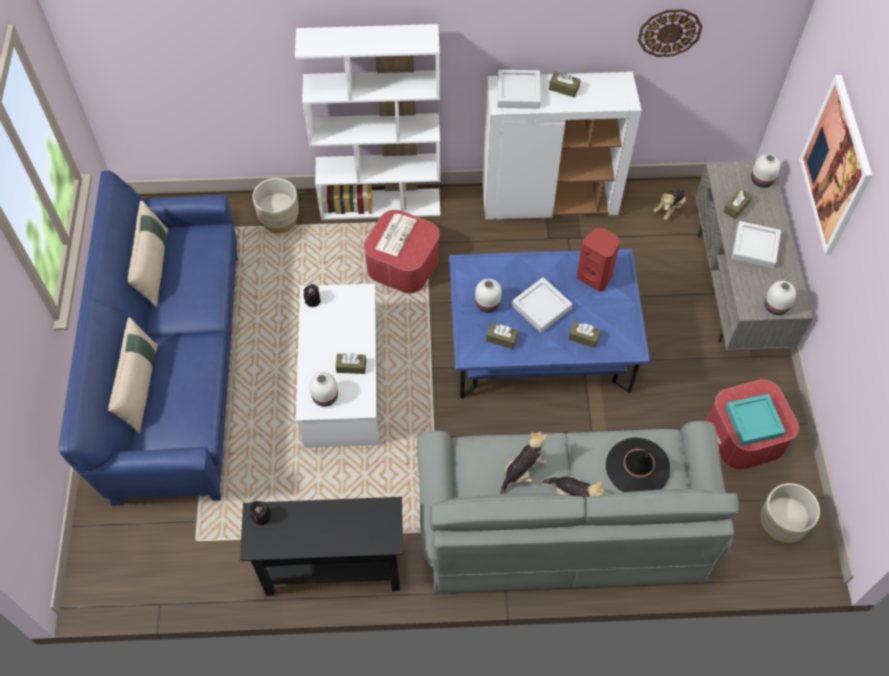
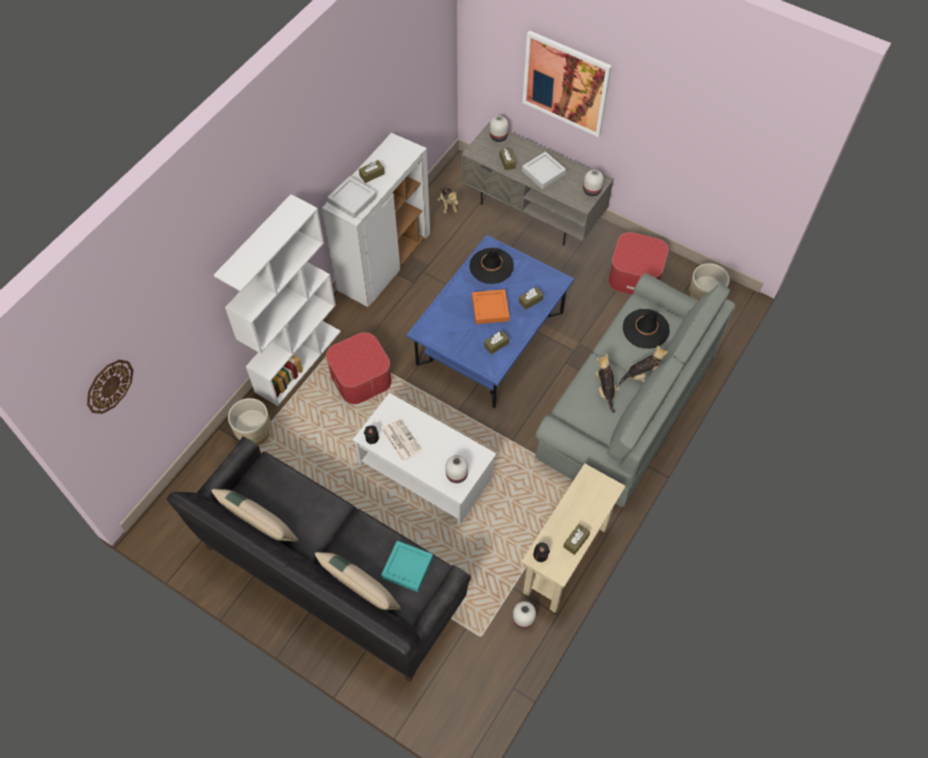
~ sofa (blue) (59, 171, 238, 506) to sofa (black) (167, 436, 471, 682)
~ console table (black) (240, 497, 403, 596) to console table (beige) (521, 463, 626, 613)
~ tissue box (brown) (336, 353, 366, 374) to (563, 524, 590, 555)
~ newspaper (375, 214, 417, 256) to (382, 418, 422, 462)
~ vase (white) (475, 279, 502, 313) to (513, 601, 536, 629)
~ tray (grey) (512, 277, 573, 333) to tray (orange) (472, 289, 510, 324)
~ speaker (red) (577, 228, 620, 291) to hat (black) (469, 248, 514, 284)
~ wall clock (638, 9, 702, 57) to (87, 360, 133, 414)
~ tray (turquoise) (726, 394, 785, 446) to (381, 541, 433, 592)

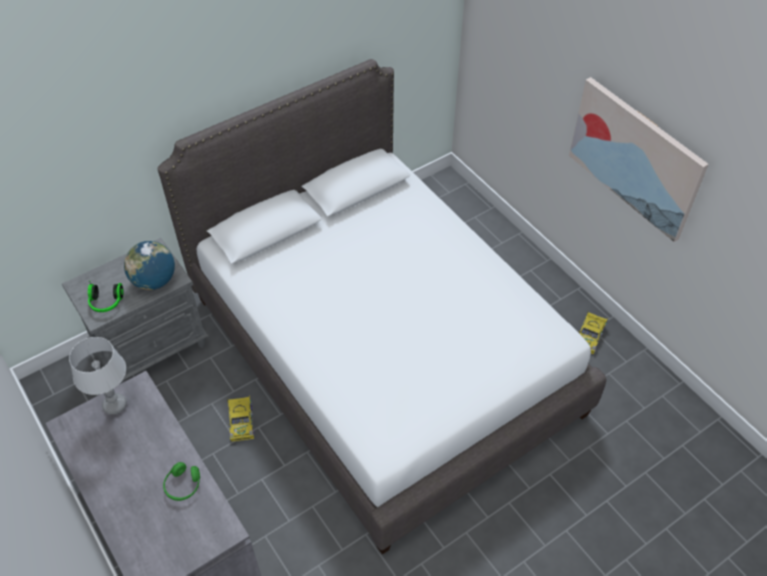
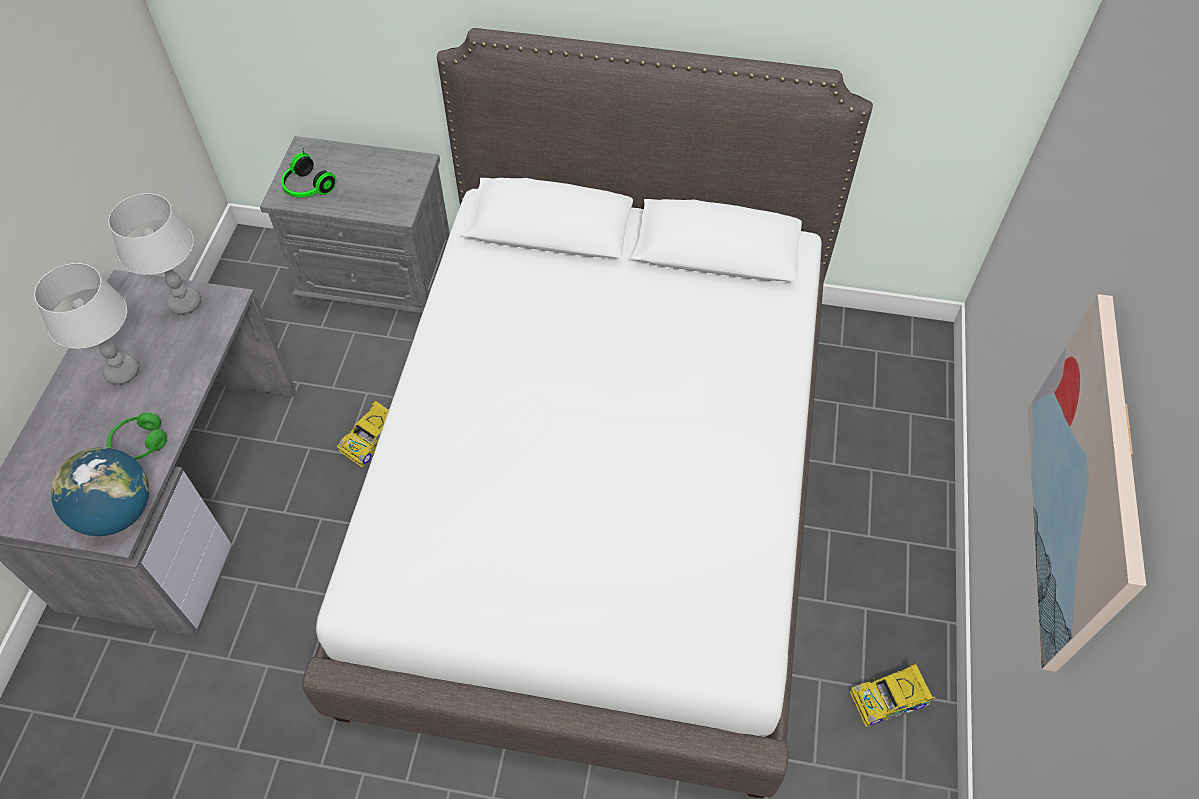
~ globe (124, 241, 175, 290) to (51, 447, 149, 536)
+ table lamp (grey) (34, 263, 139, 385)

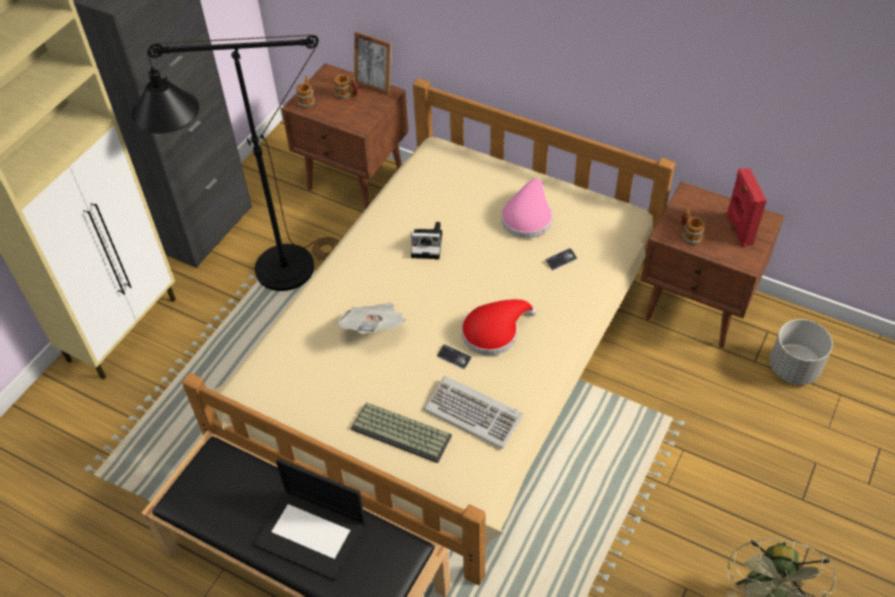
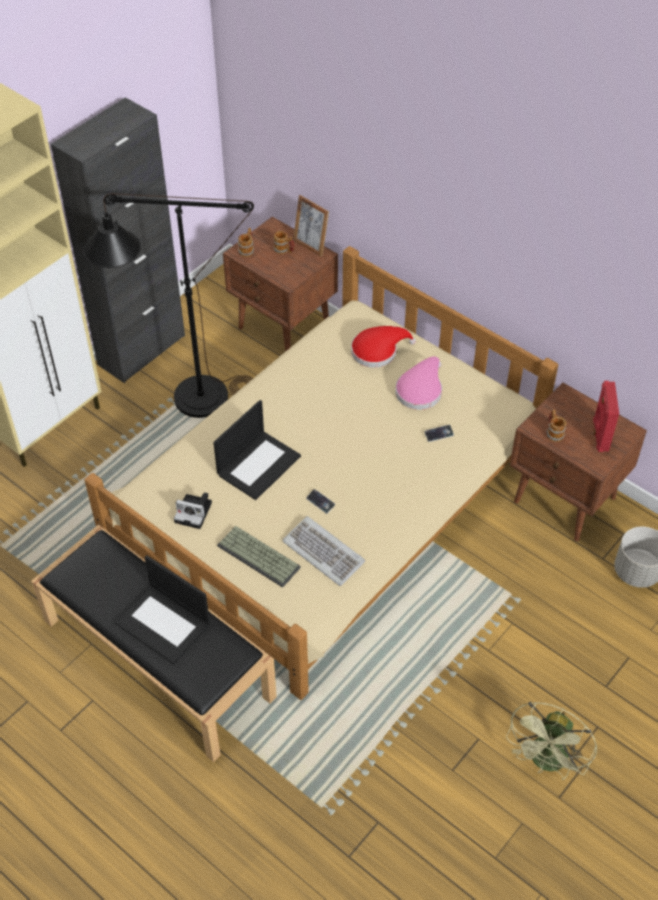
~ newspaper (337, 302, 406, 334) to laptop (213, 400, 301, 500)
~ photo camera (411, 222, 442, 259) to (174, 492, 212, 529)
~ hat (red) (462, 299, 537, 356) to (351, 326, 416, 368)

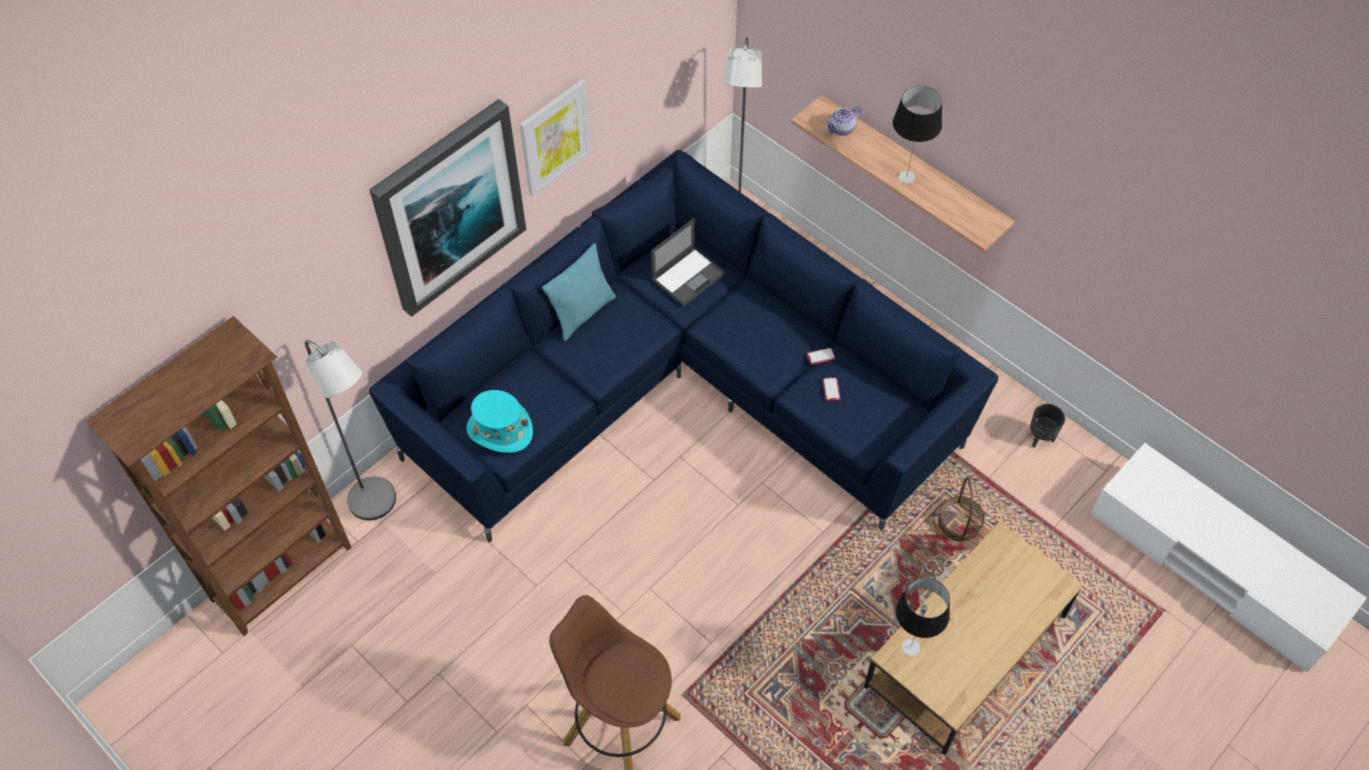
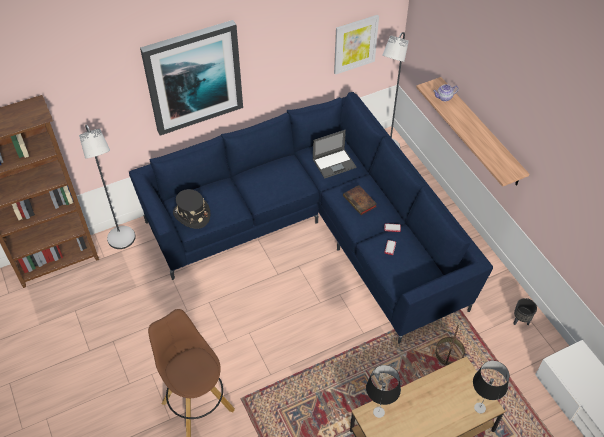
~ hat (turquoise) (467, 390, 533, 453) to hat (black) (173, 189, 211, 229)
~ picture (520, 79, 591, 197) to (334, 15, 379, 75)
- pillow (turquoise) (542, 243, 616, 341)
~ table lamp (893, 86, 942, 184) to (473, 361, 509, 413)
+ book (343, 185, 377, 215)

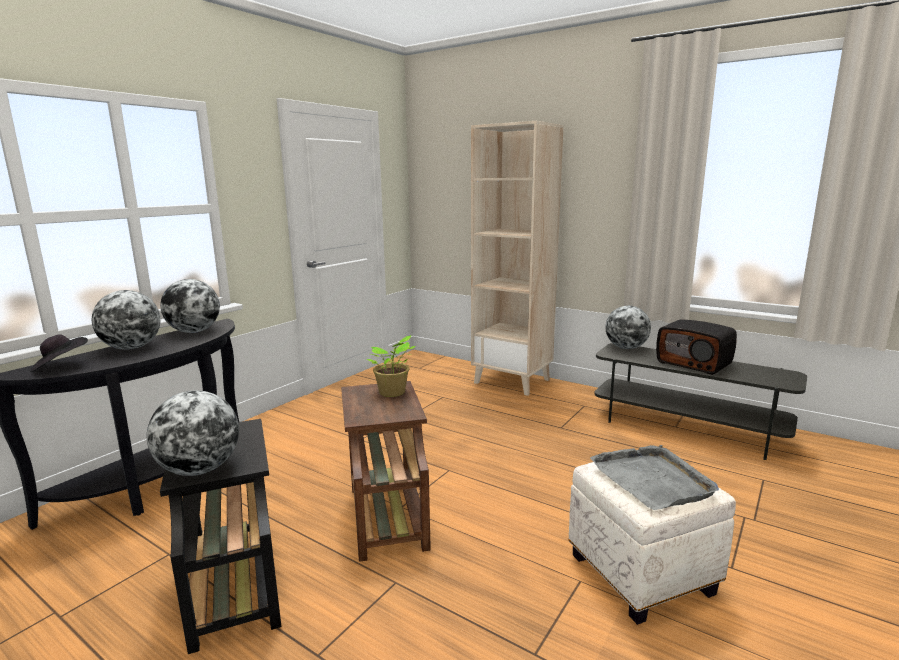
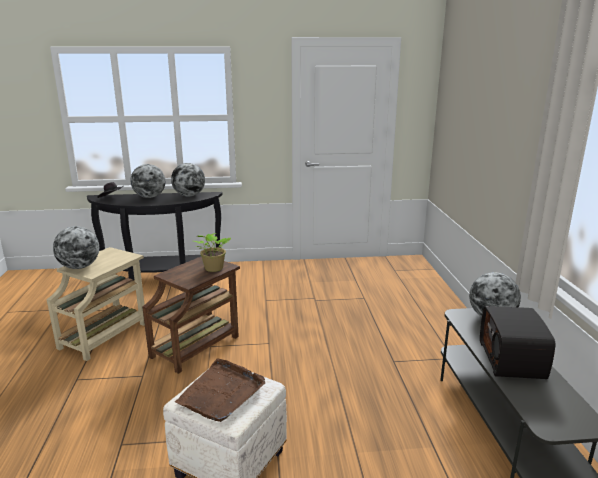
~ side table (black) (160, 419, 281, 654) to side table (beige) (47, 247, 145, 361)
- bookcase (beige) (471, 121, 564, 396)
~ tray (grey) (590, 445, 719, 510) to tray (brown) (175, 358, 265, 422)

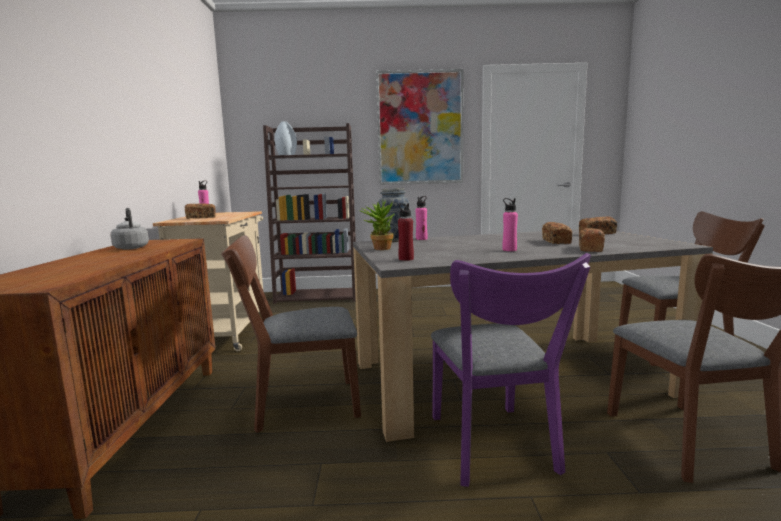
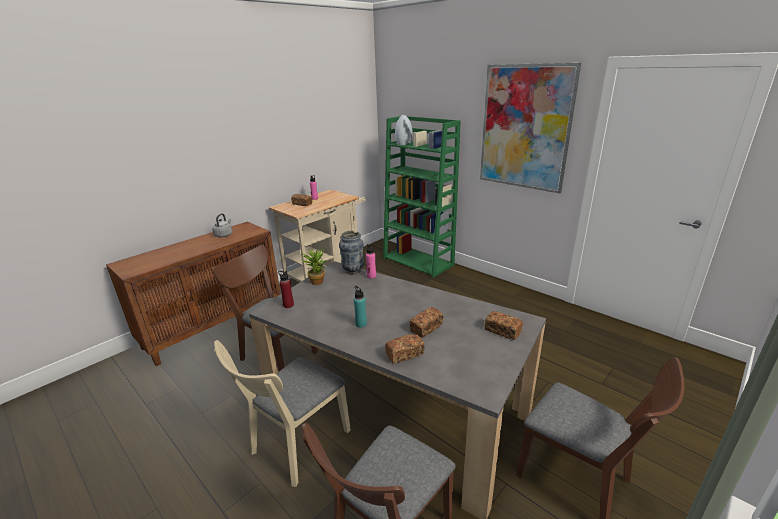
~ bookcase (brown) (263, 123, 356, 304) to bookcase (green) (383, 116, 461, 278)
~ chair (purple) (431, 253, 591, 487) to chair (beige) (214, 340, 351, 487)
~ bottle (pink) (502, 198, 518, 251) to bottle (turquoise) (354, 286, 367, 328)

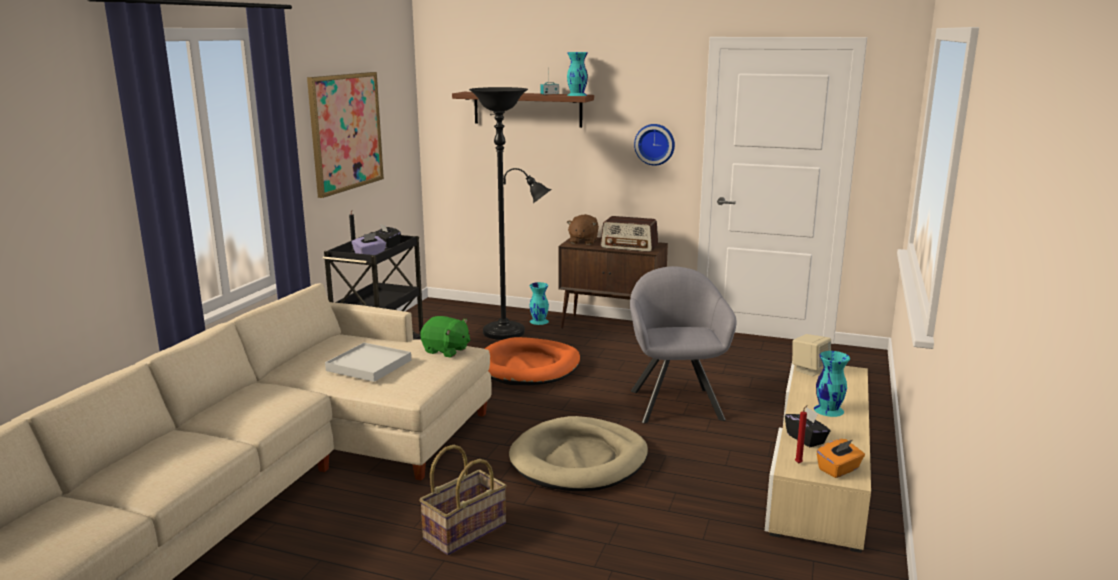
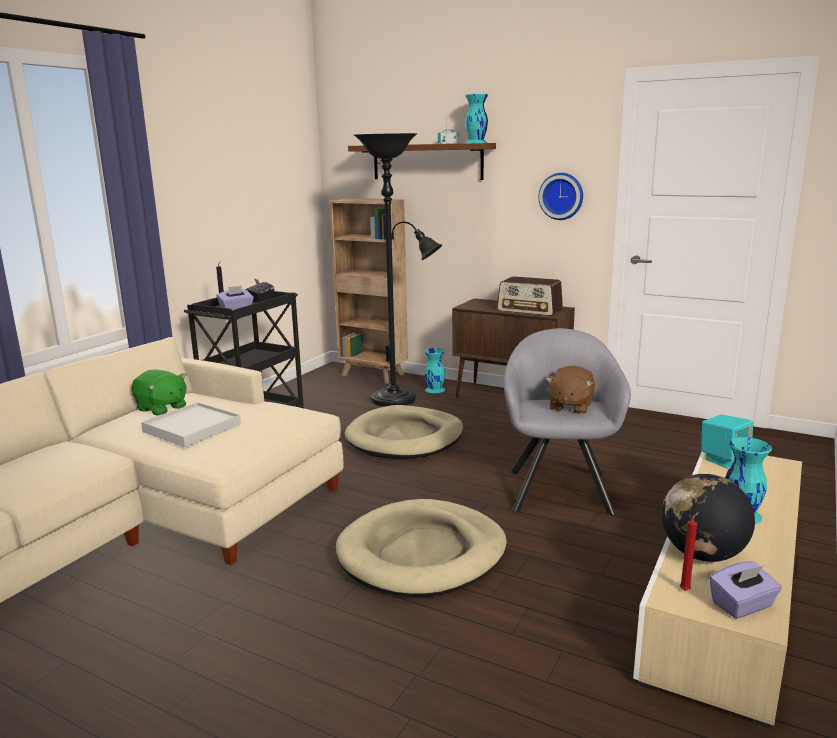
- picture (307, 72, 384, 198)
- basket (419, 445, 507, 555)
~ plush toy (green) (420, 316, 470, 357) to (131, 370, 187, 416)
~ dog bed (orange) (485, 337, 580, 385) to dog bed (beige) (345, 405, 463, 459)
~ plush toy (brown) (567, 214, 599, 245) to (545, 366, 595, 414)
~ tissue box (black) (785, 407, 831, 447) to globe (662, 474, 755, 562)
~ speaker (beige) (792, 334, 831, 376) to speaker (turquoise) (701, 414, 753, 468)
~ tissue box (orange) (817, 439, 865, 478) to tissue box (purple) (709, 561, 782, 619)
+ bookcase (brown) (329, 198, 408, 384)

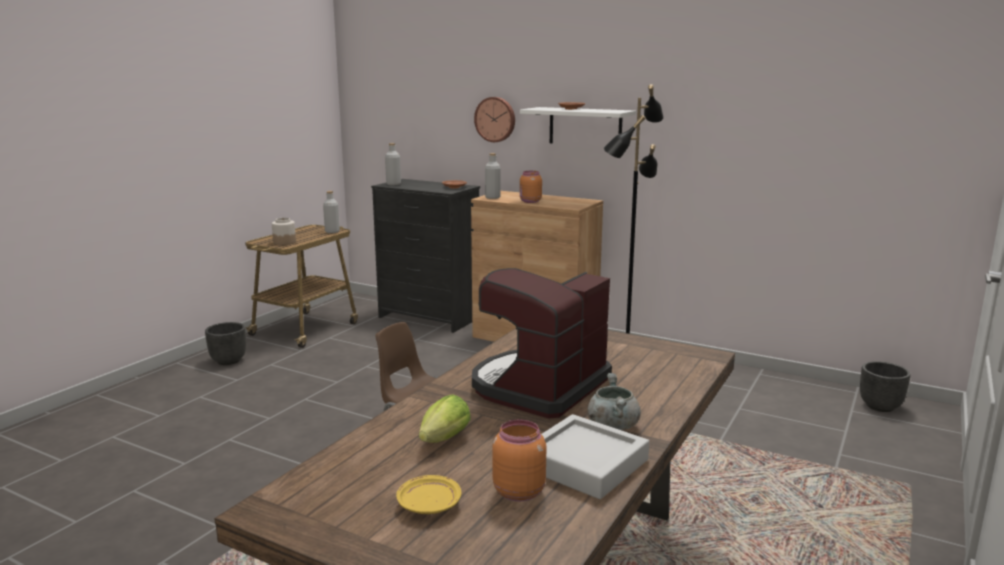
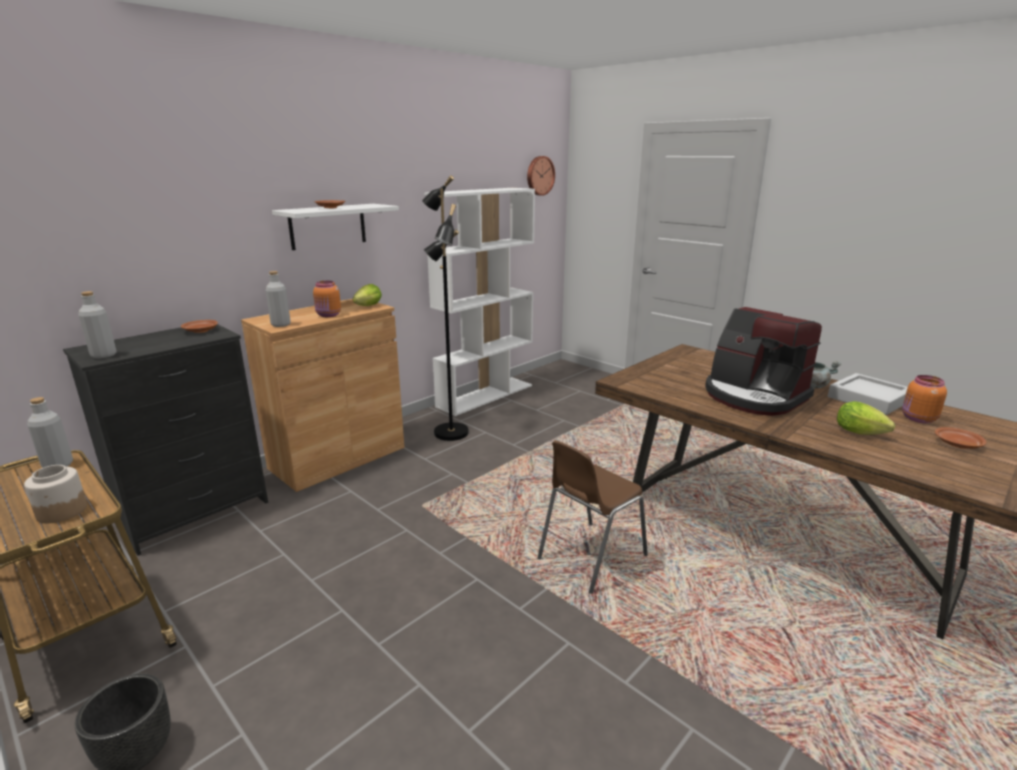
~ plate (yellow) (396, 475, 462, 514) to plate (brown) (935, 427, 986, 449)
~ wall clock (474, 97, 515, 142) to (527, 156, 555, 196)
- planter (black) (860, 361, 911, 412)
+ lettuce (352, 284, 382, 306)
+ bookcase (white) (424, 188, 535, 416)

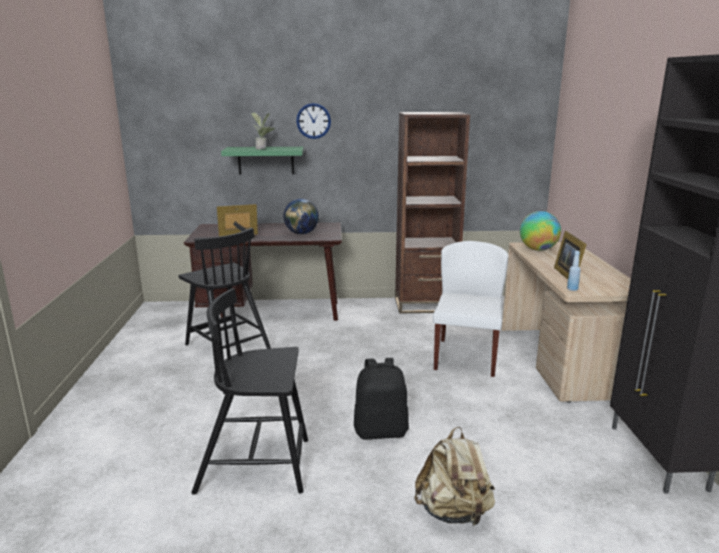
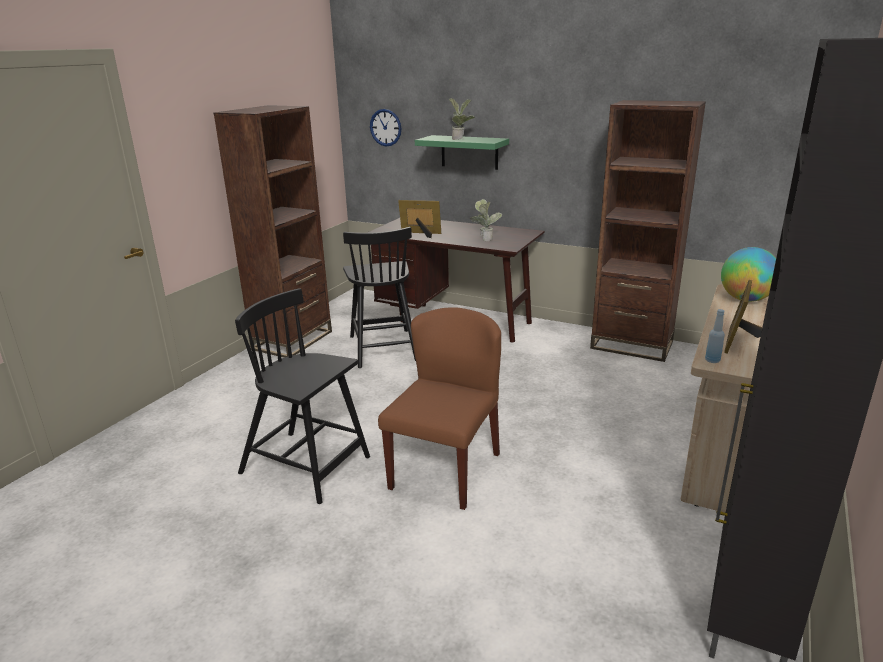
~ globe (284, 199, 319, 234) to potted plant (470, 199, 502, 241)
~ wall clock (296, 103, 331, 139) to (370, 109, 401, 146)
~ backpack (black) (354, 358, 409, 440) to chair (brown) (378, 307, 501, 510)
- backpack (beige) (414, 427, 495, 526)
- chair (white) (433, 241, 509, 377)
+ bookcase (brown) (213, 105, 332, 358)

